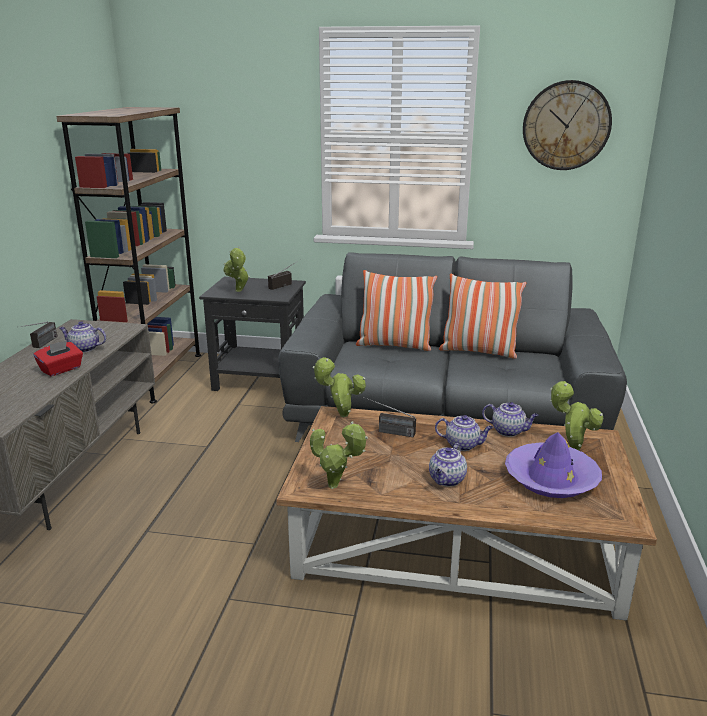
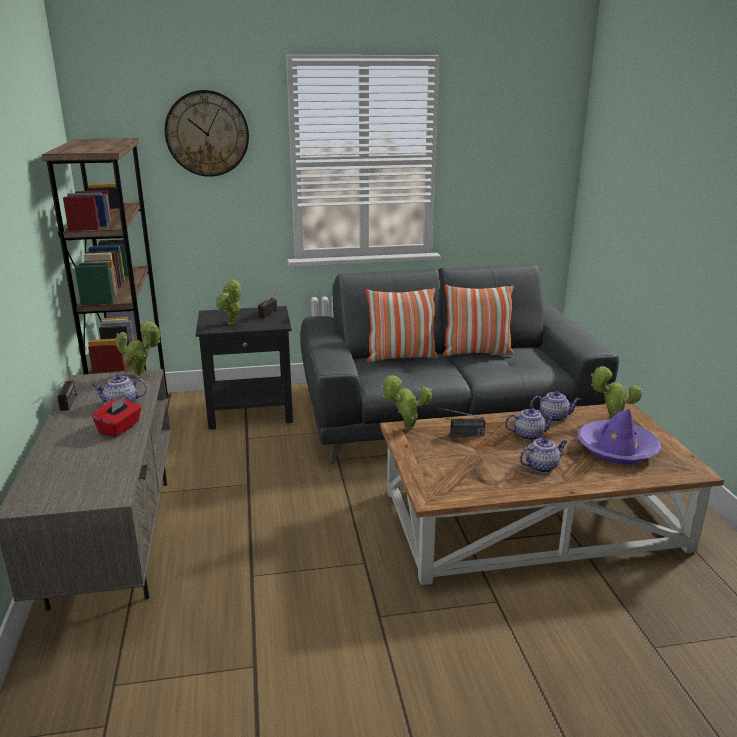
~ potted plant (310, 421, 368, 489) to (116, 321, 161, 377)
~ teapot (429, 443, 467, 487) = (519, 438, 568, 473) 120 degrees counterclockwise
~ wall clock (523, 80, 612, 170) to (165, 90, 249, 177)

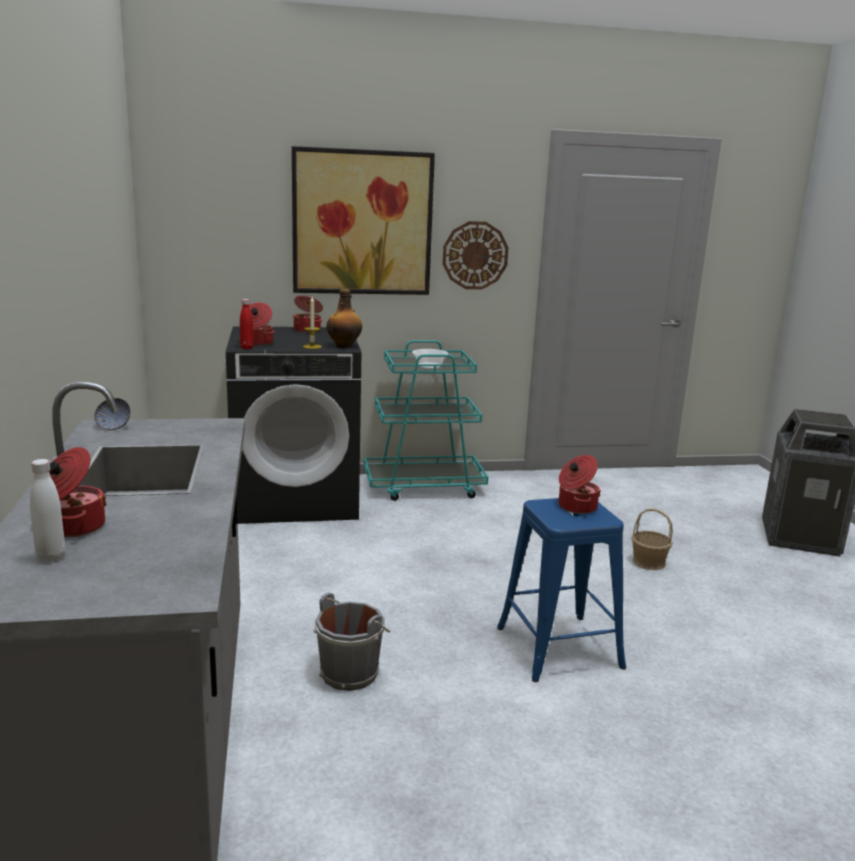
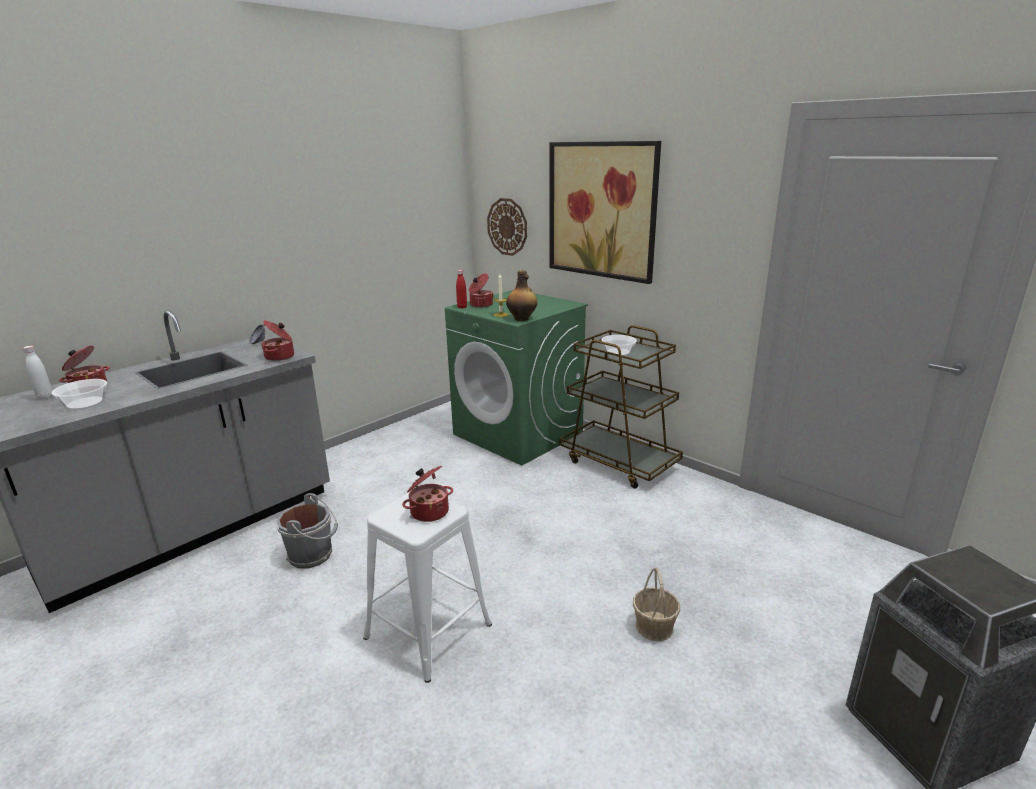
~ washing machine (black) (226, 326, 361, 524) to washing machine (green) (445, 290, 588, 466)
~ cooking pot (293, 296, 323, 333) to (261, 320, 294, 361)
~ cart (turquoise) (364, 340, 488, 501) to cart (brown) (559, 325, 683, 489)
~ wall clock (443, 221, 508, 289) to (487, 198, 527, 256)
~ stool (blue) (497, 498, 626, 682) to stool (white) (363, 492, 492, 683)
+ bowl (52, 379, 107, 410)

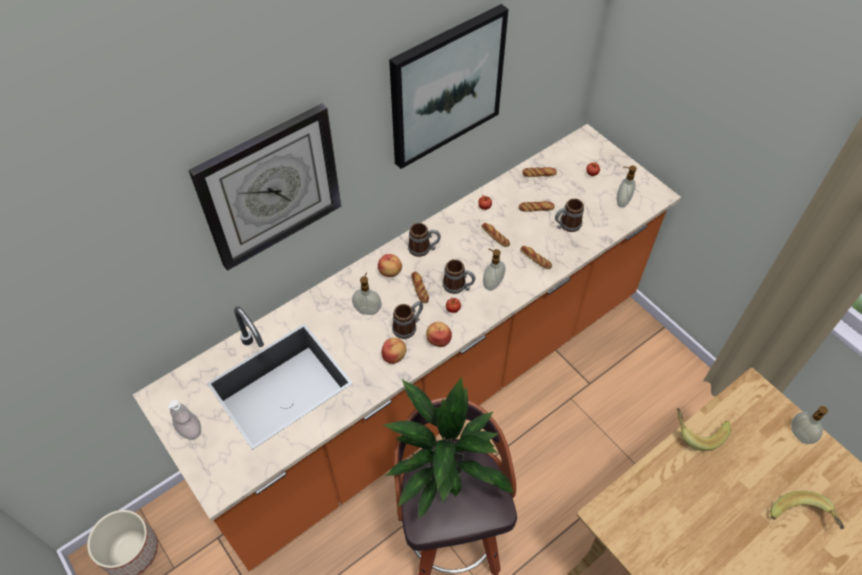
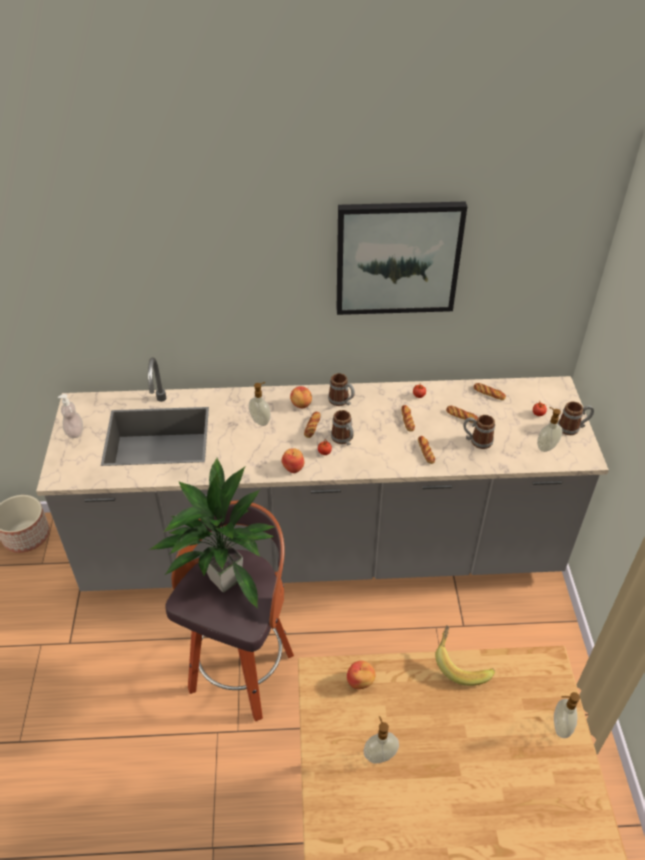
~ counter (orange) (133, 124, 681, 571) to counter (grey) (36, 357, 609, 591)
- wall clock (189, 104, 341, 271)
~ apple (381, 338, 406, 364) to (347, 661, 375, 689)
~ mug (392, 301, 423, 339) to (558, 401, 594, 435)
~ soap dispenser (483, 248, 506, 291) to (363, 716, 399, 764)
- banana (770, 491, 845, 529)

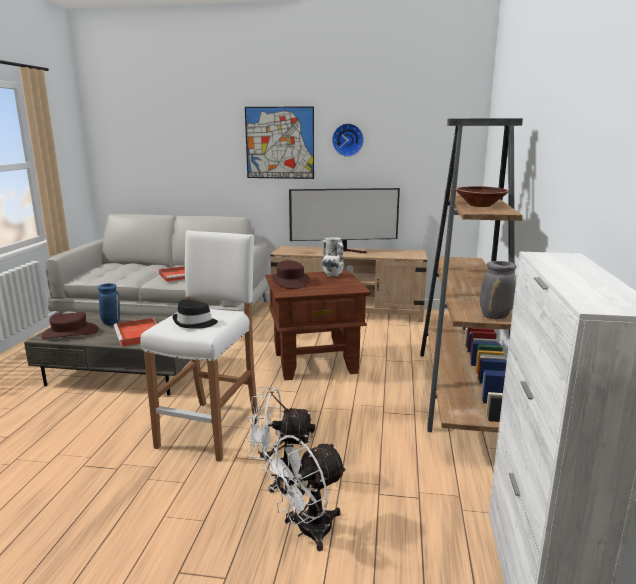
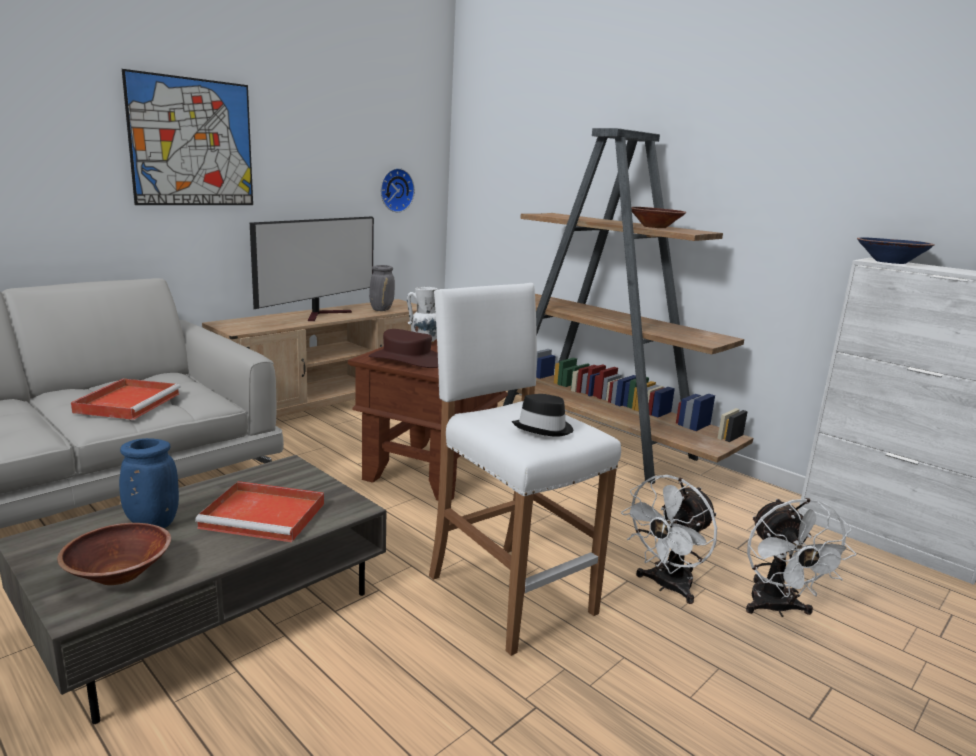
~ hat (brown) (41, 312, 99, 339) to bowl (brown) (57, 523, 171, 585)
~ wall clock (332, 123, 364, 157) to (381, 168, 415, 212)
~ vase (grey) (480, 261, 517, 319) to (369, 265, 395, 311)
+ bowl (blue) (857, 237, 935, 264)

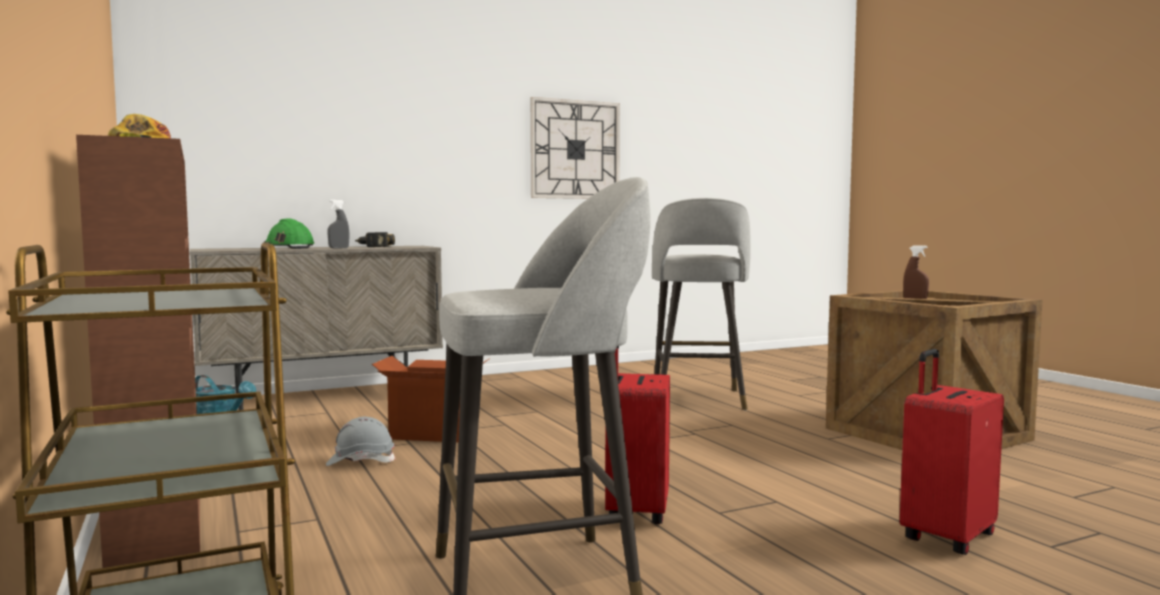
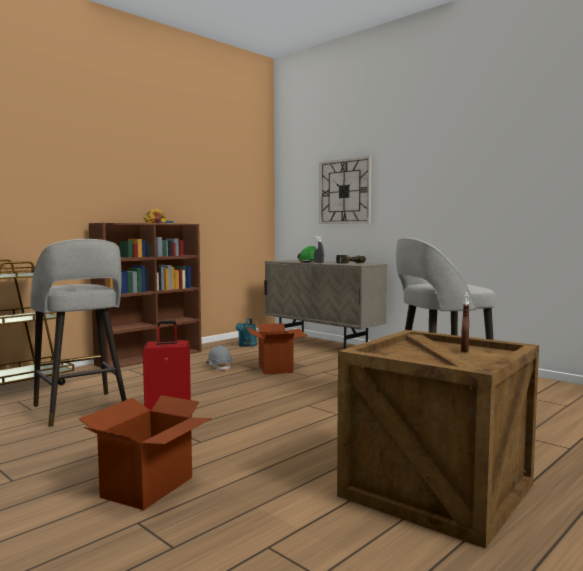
~ wall clock (530, 97, 620, 199) to (319, 156, 371, 224)
~ suitcase (red) (900, 349, 1004, 555) to cardboard box (79, 395, 212, 510)

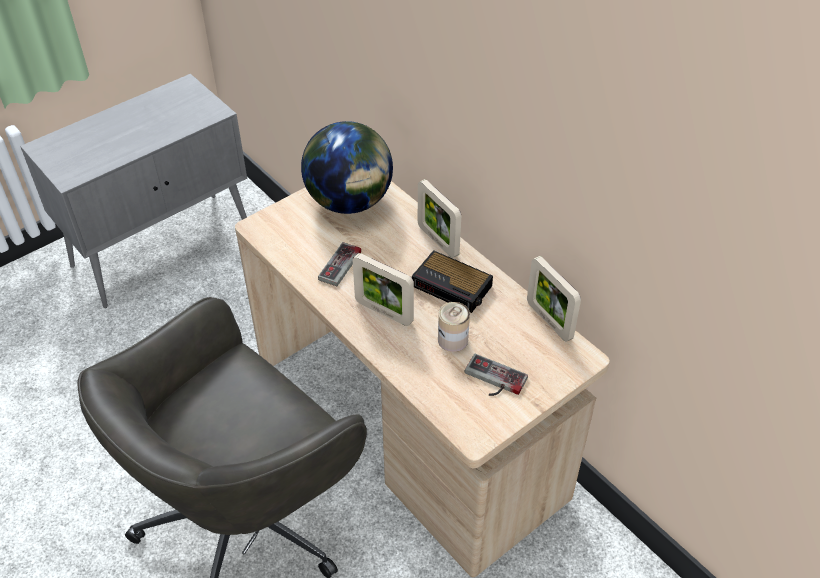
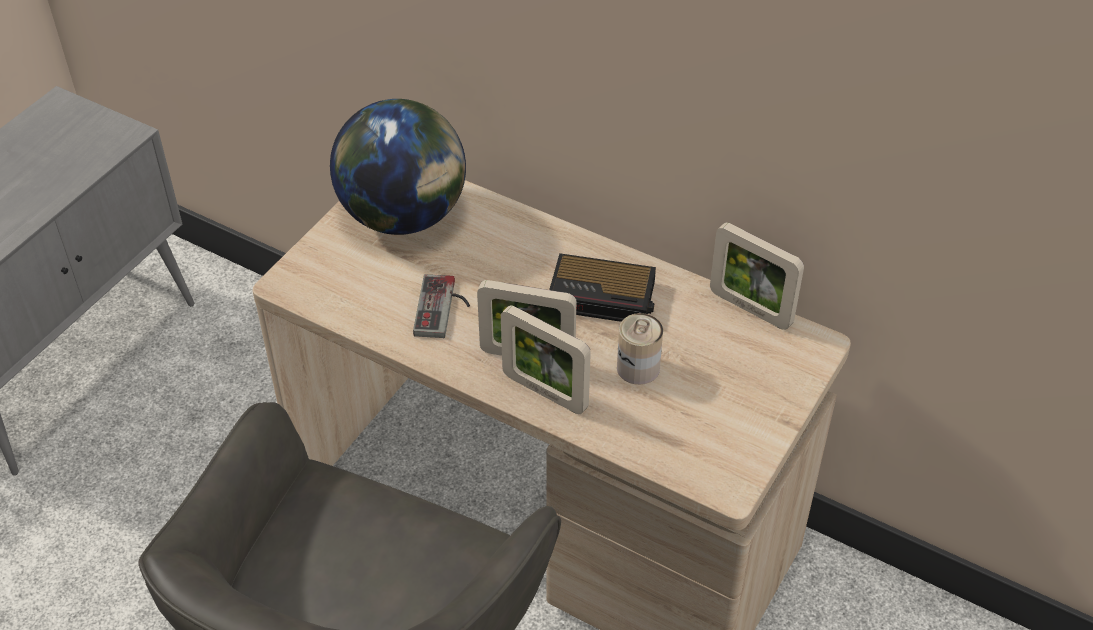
~ picture frame (418, 179, 461, 258) to (501, 305, 591, 414)
- game controller (465, 354, 528, 396)

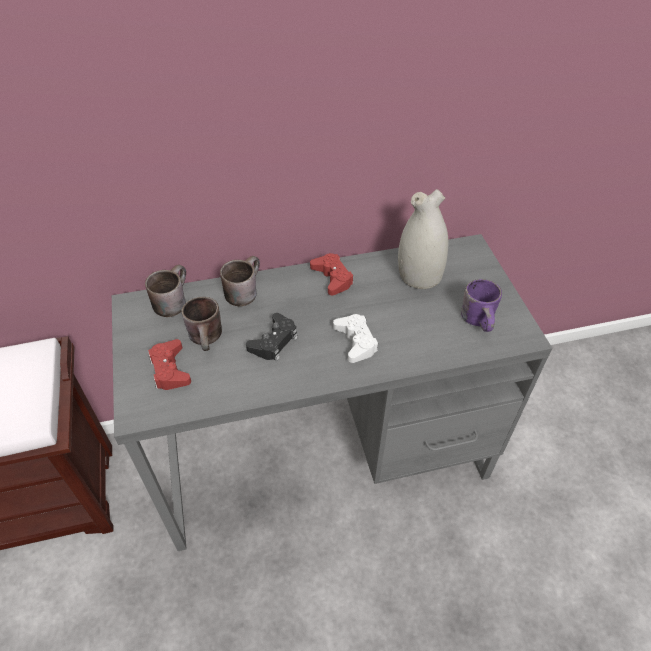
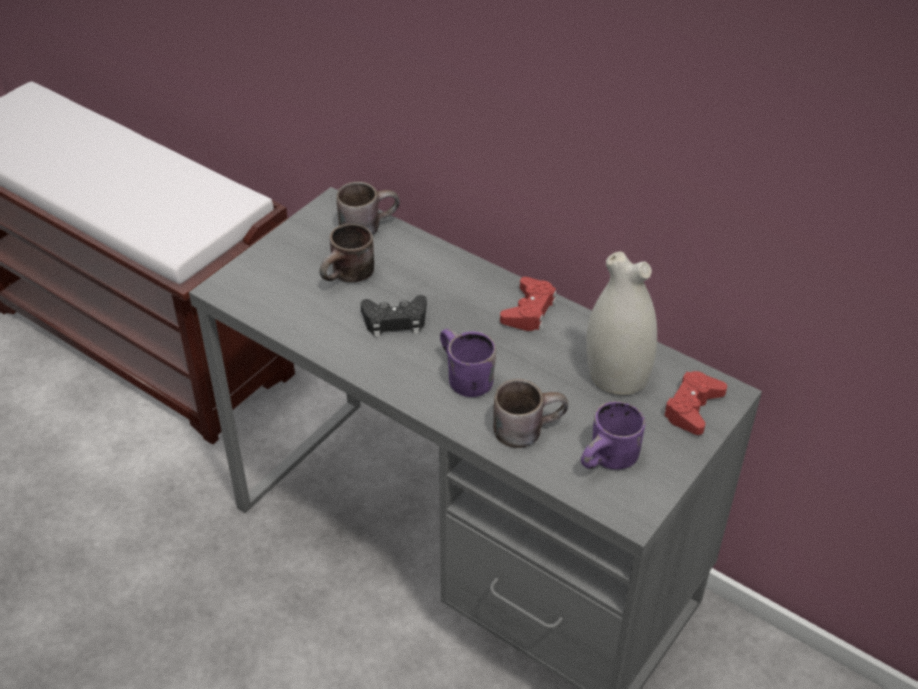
~ game controller (red) (148, 339, 191, 390) to (663, 371, 727, 435)
~ mug (brown) (220, 256, 260, 306) to (493, 379, 568, 448)
~ game controller (white) (333, 314, 378, 363) to mug (purple) (440, 329, 496, 397)

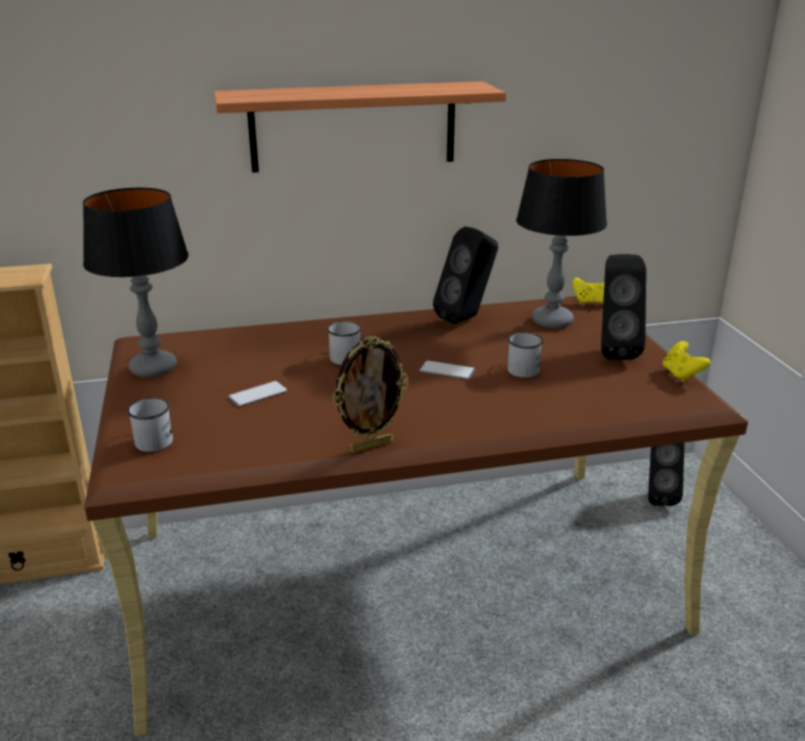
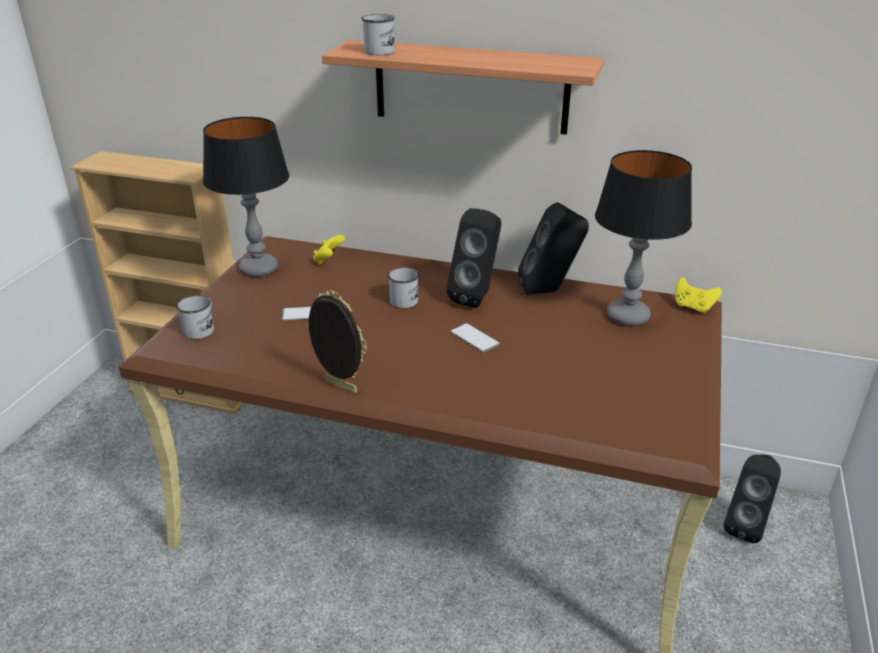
~ picture frame (332, 336, 409, 453) = (308, 290, 367, 394) 150 degrees counterclockwise
~ mug (white) (508, 332, 543, 378) to (361, 14, 395, 55)
~ speaker (black) (601, 254, 646, 360) to (446, 208, 502, 308)
~ game controller (yellow) (663, 341, 710, 382) to (313, 235, 345, 265)

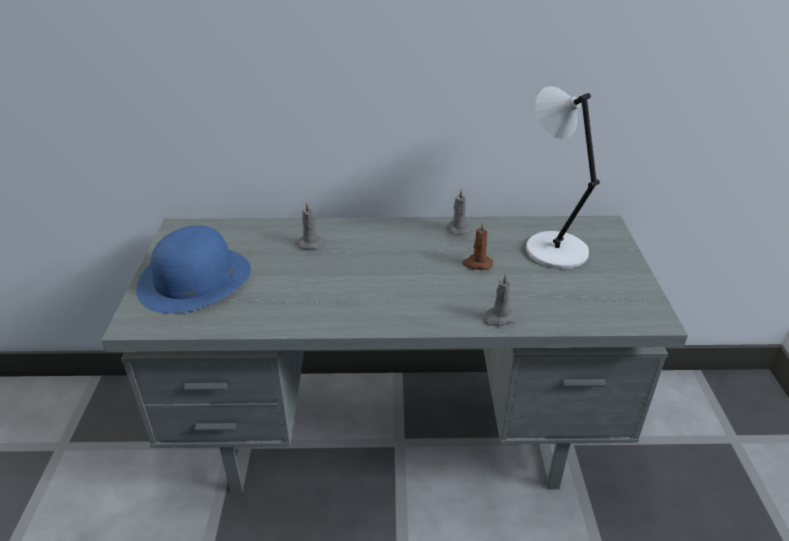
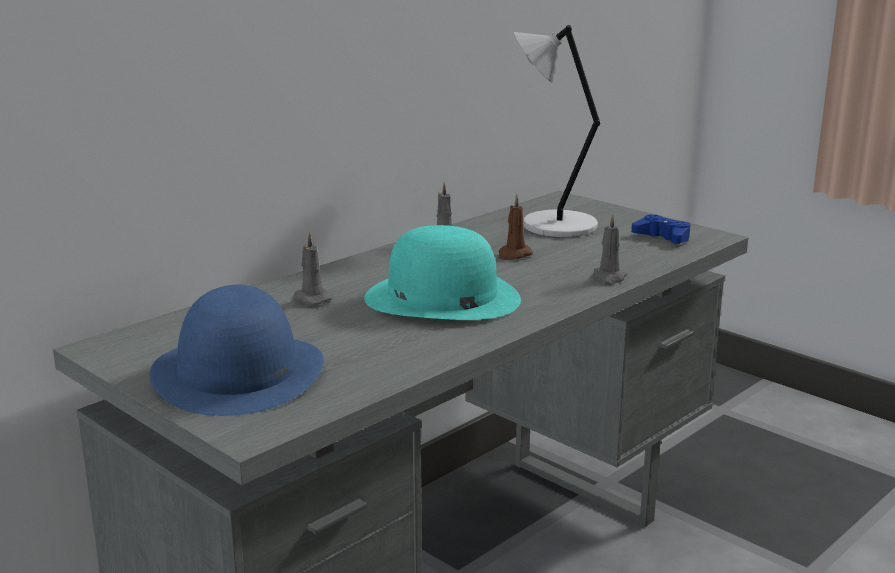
+ hat (turquoise) (364, 225, 521, 320)
+ game controller (blue) (631, 214, 691, 244)

